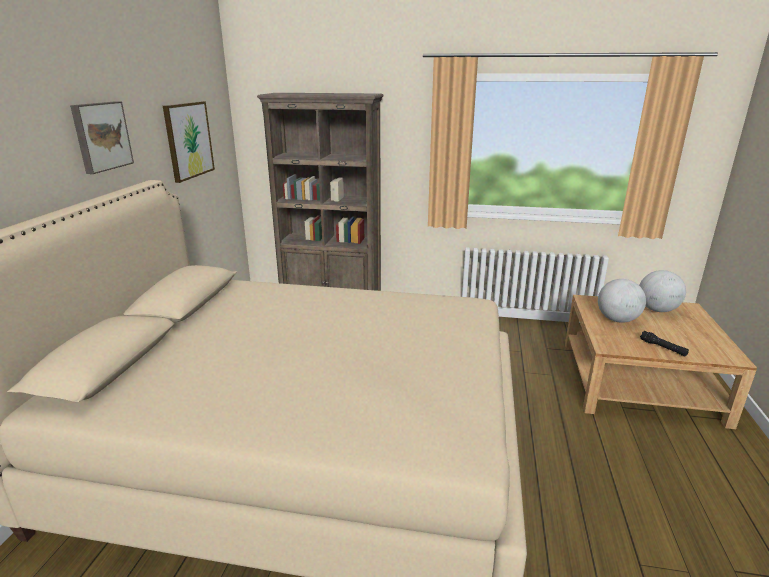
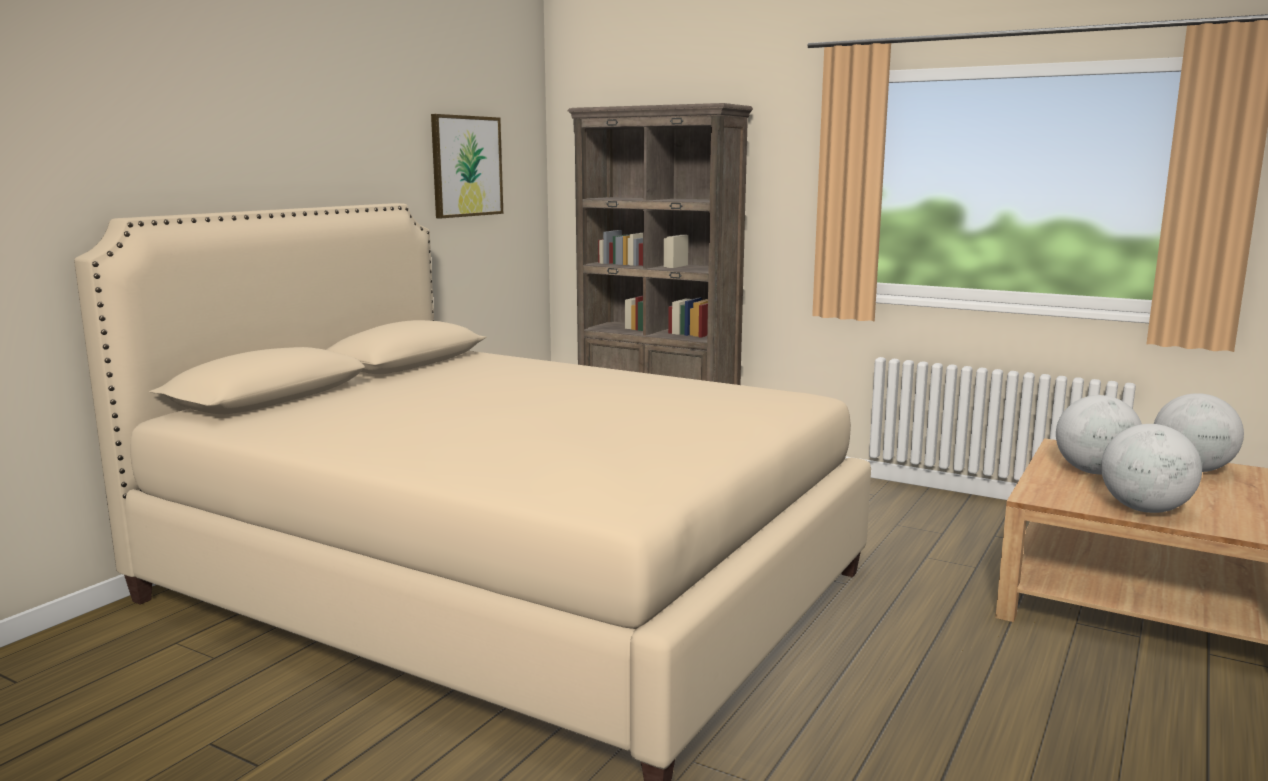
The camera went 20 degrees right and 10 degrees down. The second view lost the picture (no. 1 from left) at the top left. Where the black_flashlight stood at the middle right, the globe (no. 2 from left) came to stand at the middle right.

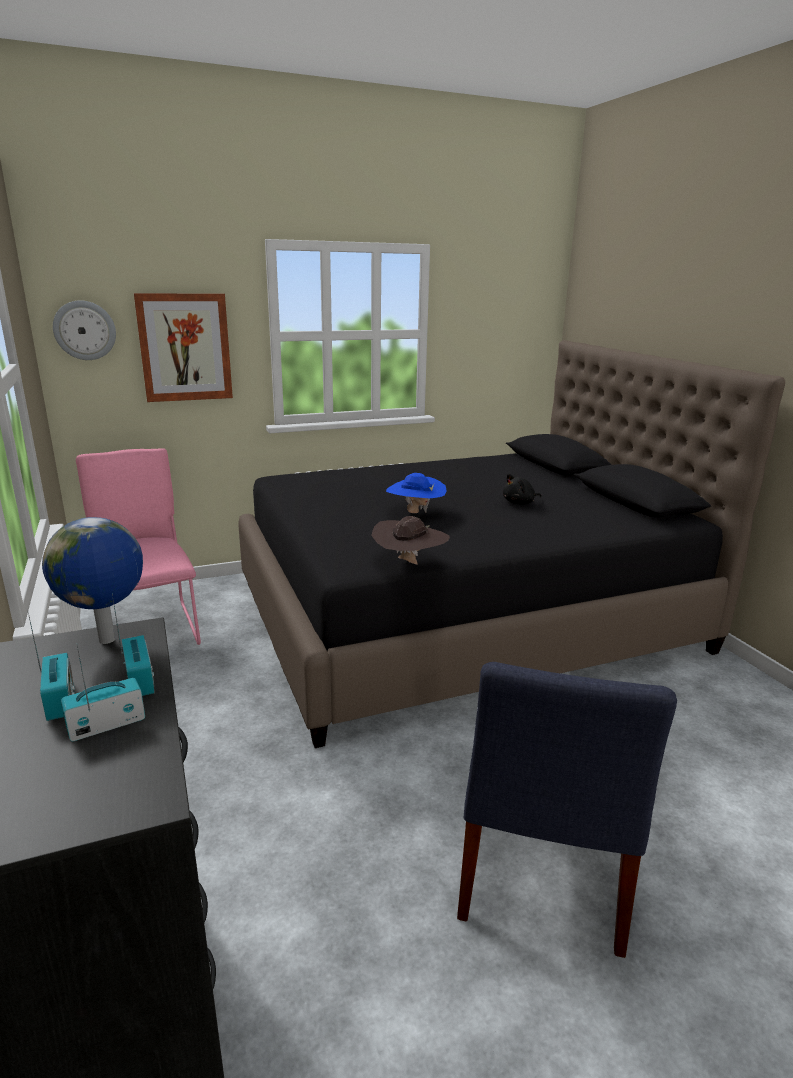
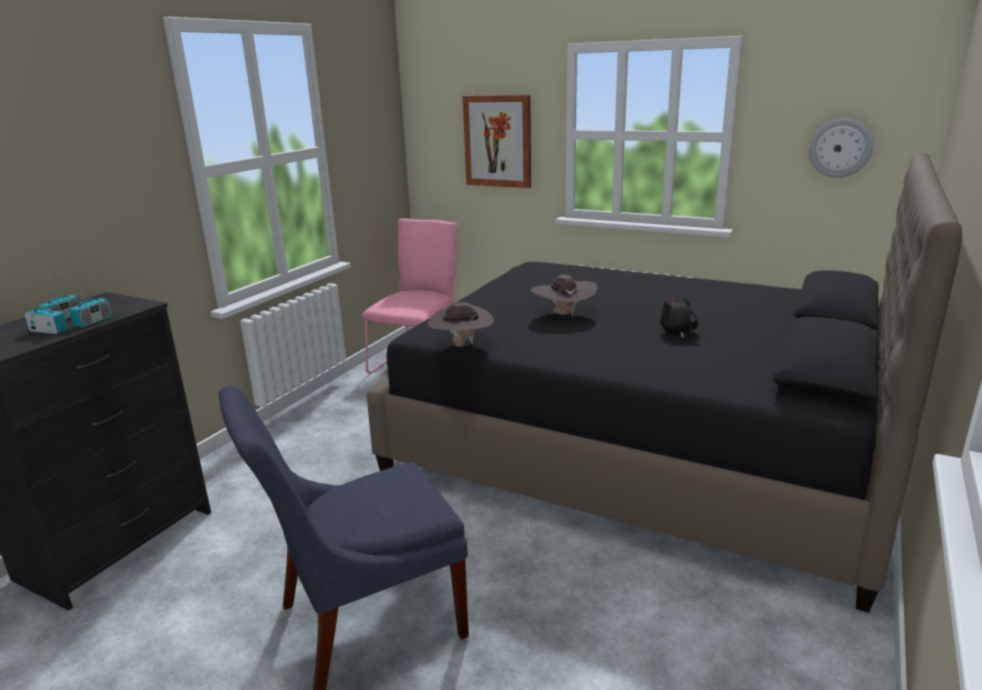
The camera went 50 degrees right and 0 degrees up. The wall_clock ended up elsewhere, having gone from the top left to the top right. What was the blue_hat at the centre turned into the brown_hat (no. 2 from left) at the centre. The black_plush_toy at the centre ended up facing another way, 45 degrees clockwise from before. The second view lost the globe at the middle left.

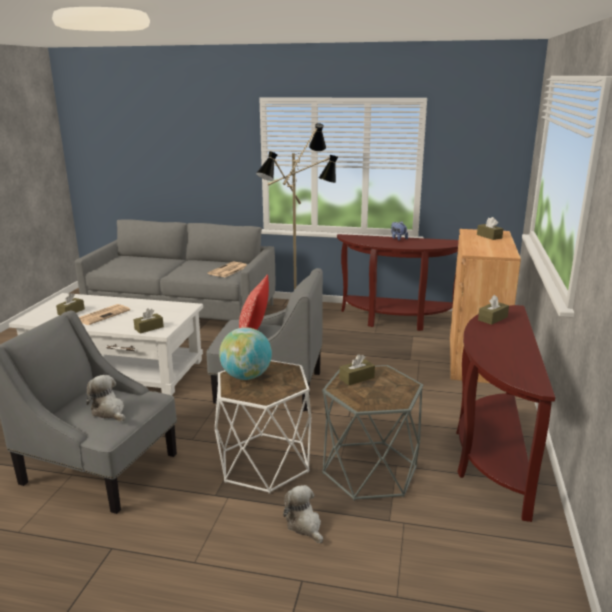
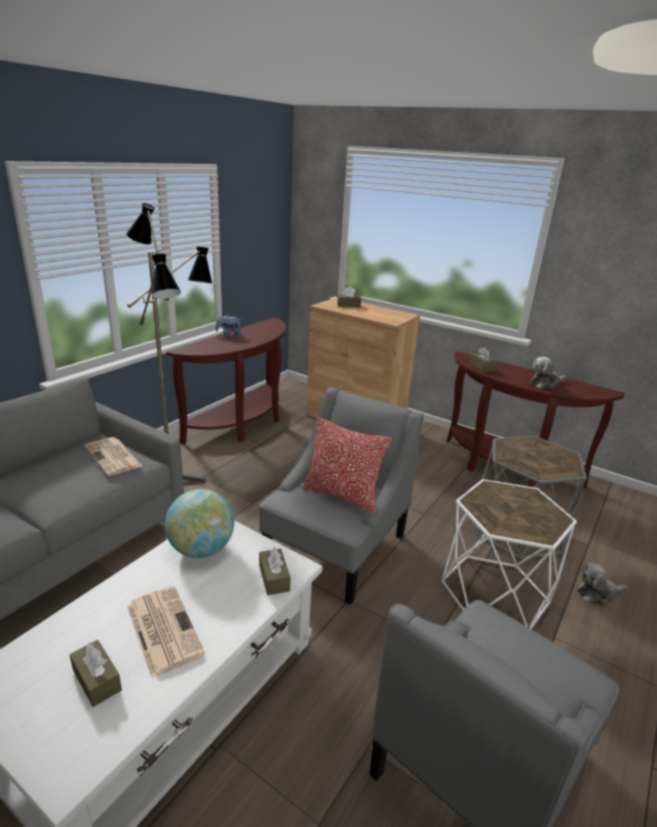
The camera went 70 degrees left and 5 degrees up. The globe ended up elsewhere, having gone from the centre to the middle left. The second view lost the brown_tissue_box (no. 3 from left) at the centre. The plush_toy (no. 1 from left in the first image) ended up elsewhere, having gone from the middle left to the middle right.

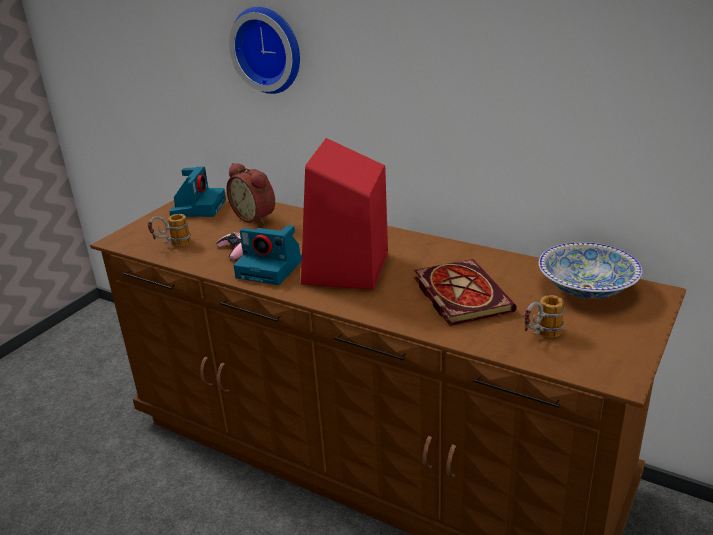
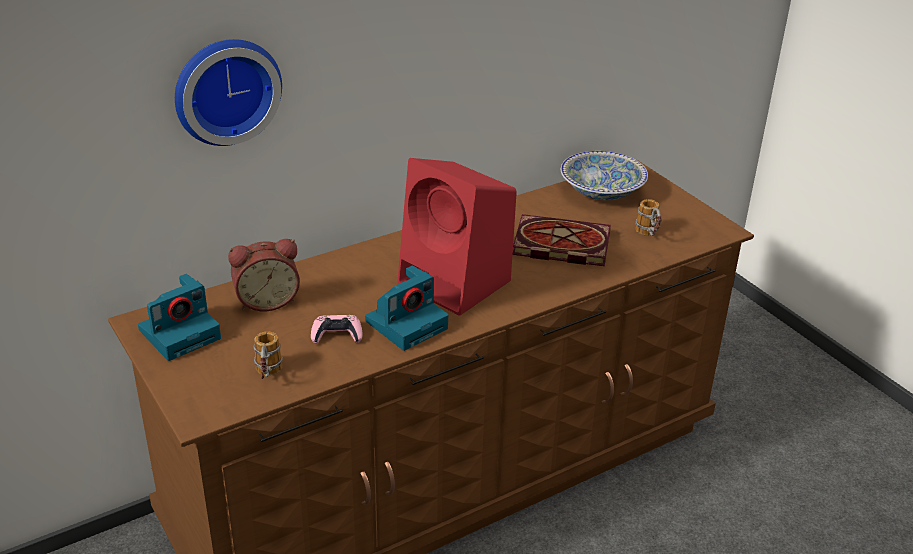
The camera went 65 degrees left and 5 degrees up. The photo_camera (no. 1 from left) at the middle left ended up facing another way, 105 degrees clockwise from before.

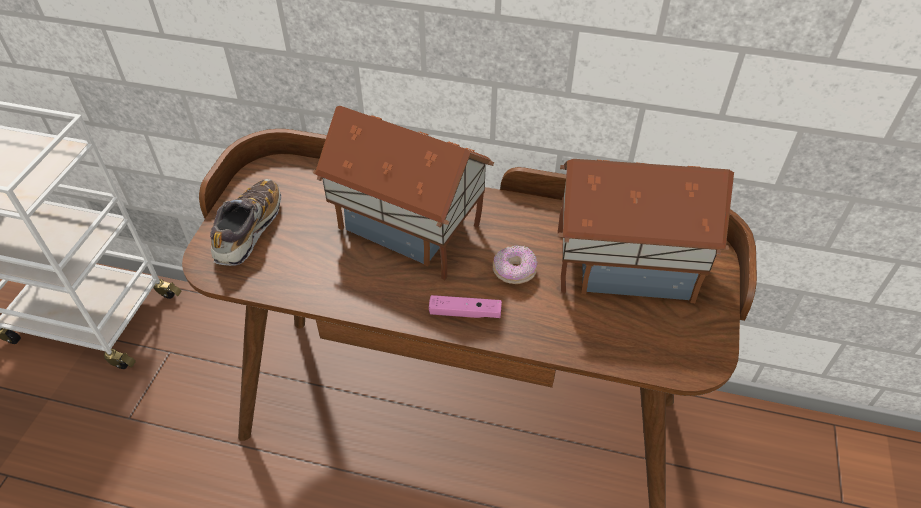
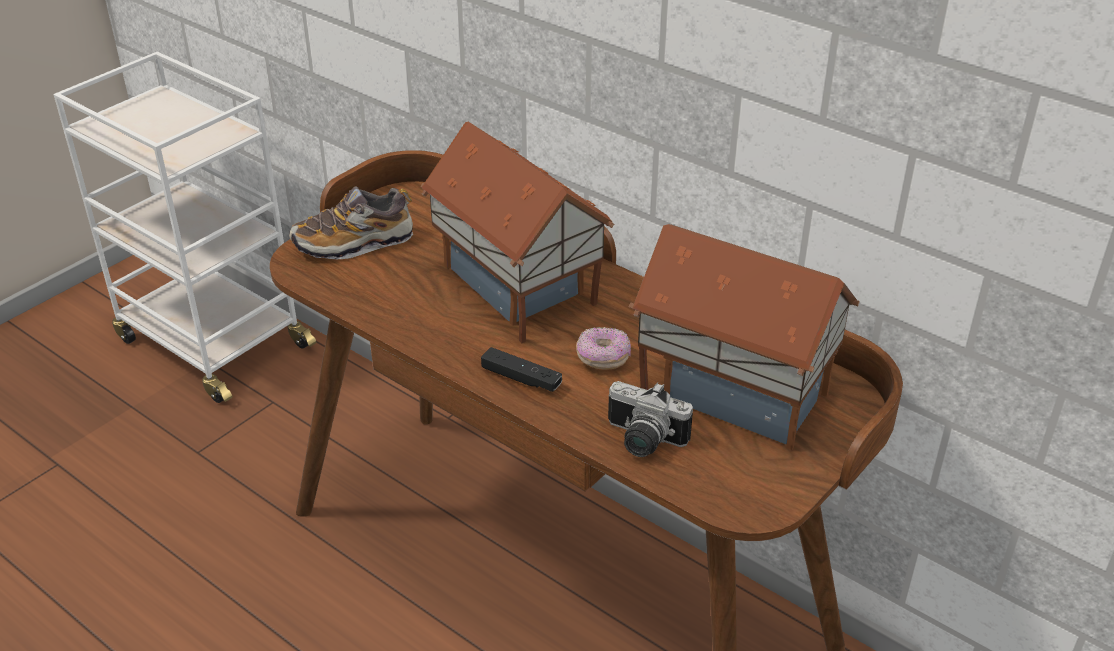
The camera went 25 degrees right and 10 degrees down. The shoe at the middle left ended up facing another way, 150 degrees counterclockwise from before. What was the pink_game_controller at the centre turned into the black_game_controller at the centre. The second view gained the photo_camera at the centre.

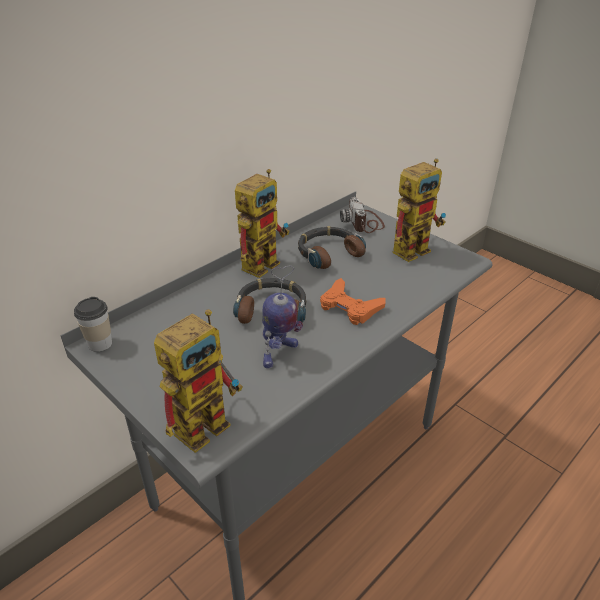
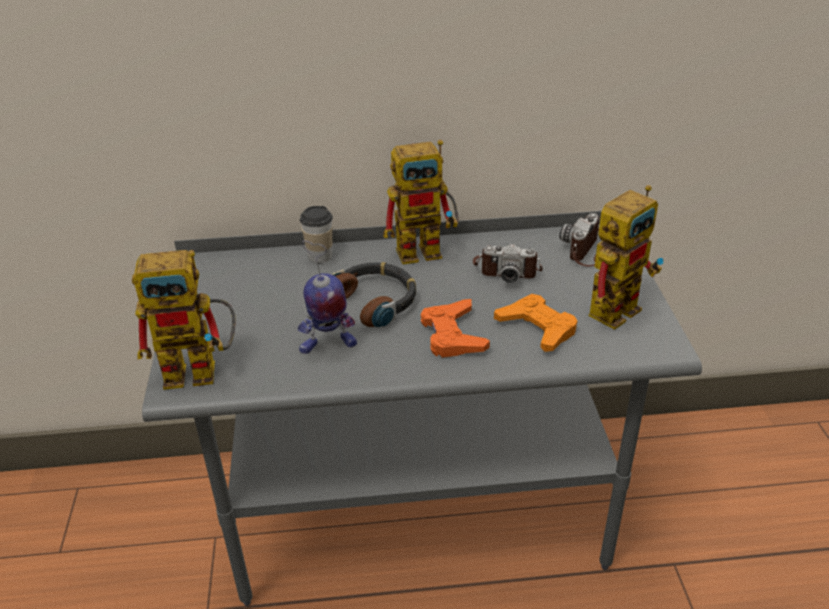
The camera went 40 degrees right and 0 degrees up. The toy_robot (no. 4 from left) at the middle right ended up facing another way, 45 degrees counterclockwise from before. Where the headphones (no. 2 from left) stood at the centre, the photo_camera (no. 1 from left) came to stand at the centre. The cup ended up elsewhere, having gone from the middle left to the centre. The second view gained the orange_game_controller (no. 2 from left) at the centre.

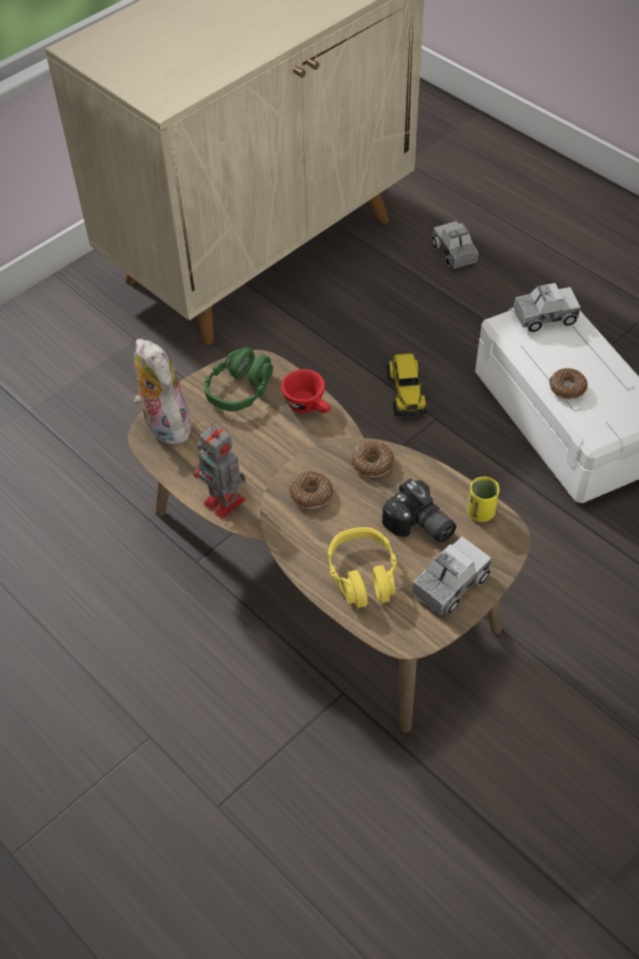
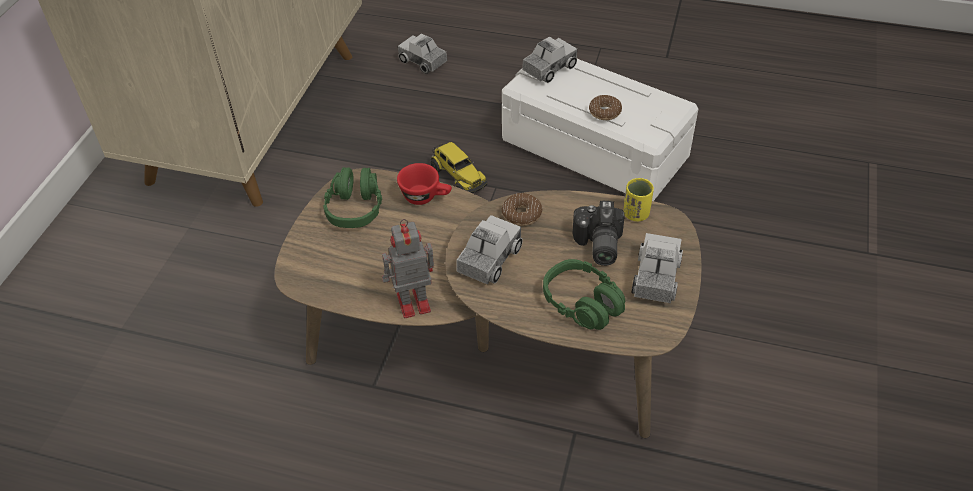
The camera went 30 degrees left and 5 degrees down. The second view lost the plush_toy at the middle left. The toy_robot at the centre ended up facing another way, 150 degrees clockwise from before. Where the donut (no. 1 from left) stood at the centre, the toy_truck (no. 3 from left) came to stand at the centre. The photo_camera at the centre ended up facing another way, 75 degrees clockwise from before. What was the yellow_headphones at the centre turned into the green_headphones (no. 2 from left) at the centre.

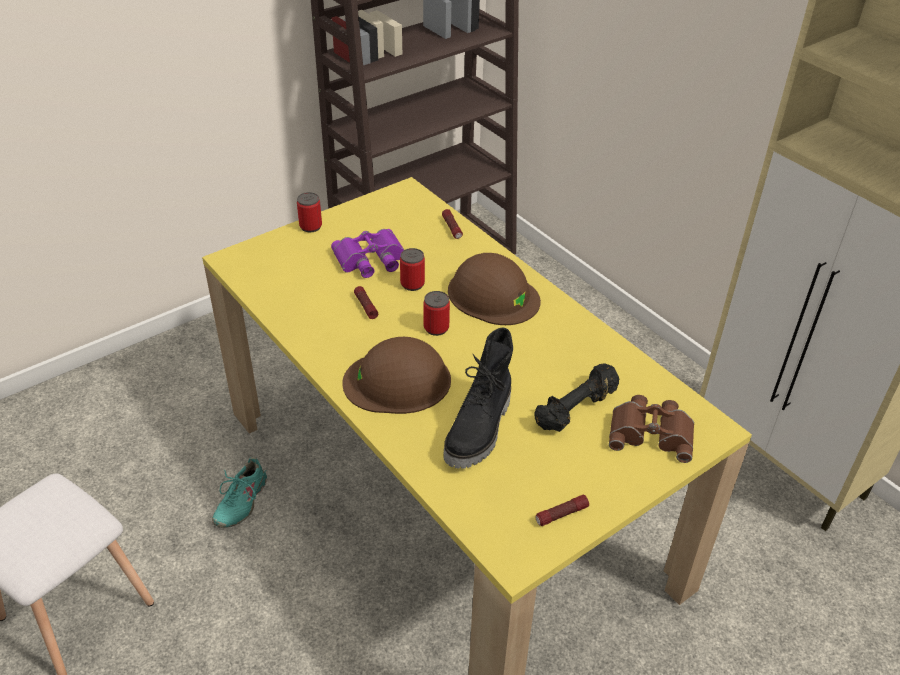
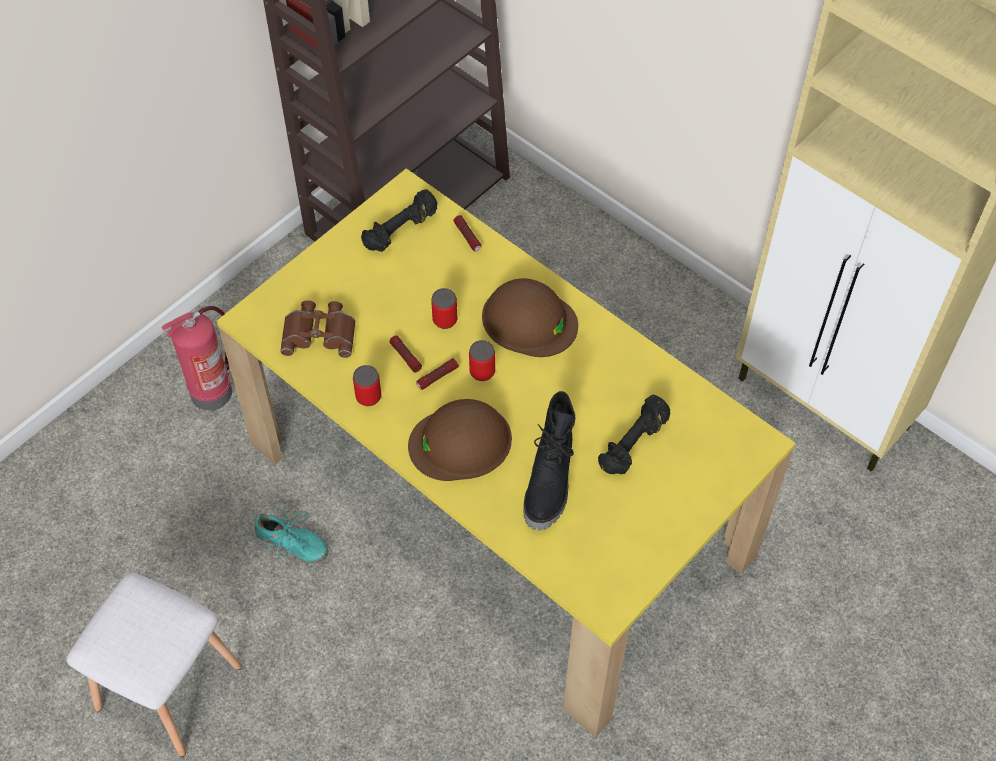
The camera went 10 degrees left and 15 degrees up. The can (no. 1 from left) ended up elsewhere, having gone from the top centre to the centre. The second view lost the purple_binoculars at the centre. The brown_binoculars ended up elsewhere, having gone from the middle right to the middle left. The turquoise_shoe at the bottom left ended up facing another way, 75 degrees counterclockwise from before. The flashlight (no. 3 from left in the first image) ended up elsewhere, having gone from the bottom centre to the centre. The second view gained the black_dumbbell (no. 1 from left) at the top centre. The second view gained the fire_extinguisher at the middle left.

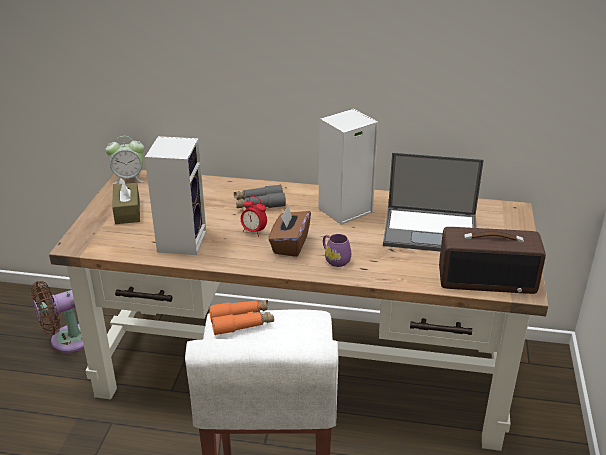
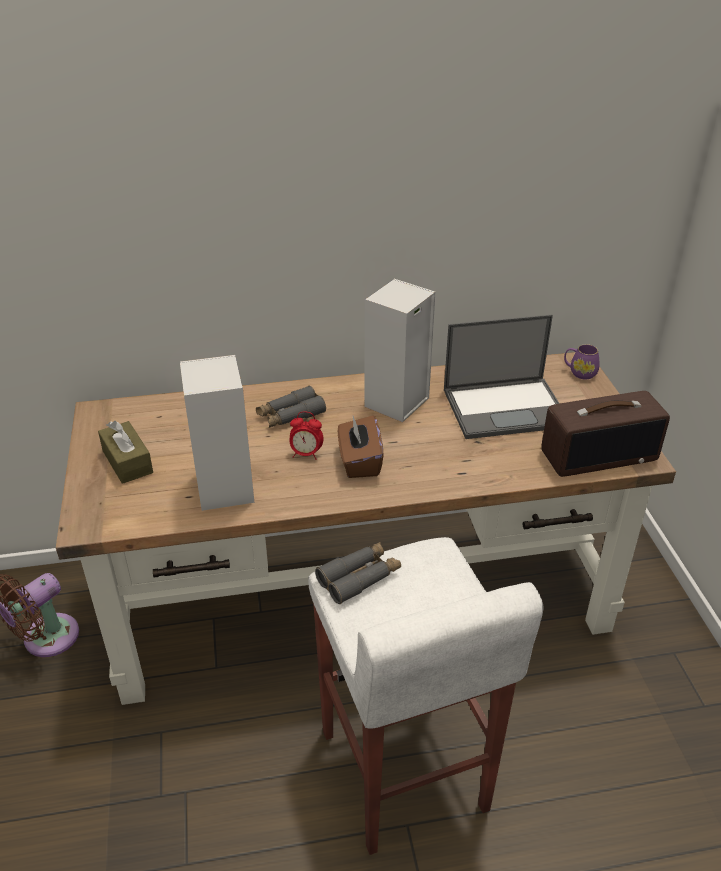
The camera went 20 degrees left and 5 degrees up. The second view lost the alarm_clock (no. 1 from left) at the middle left. The purple_mug ended up elsewhere, having gone from the centre to the middle right. What was the orange_binoculars at the bottom centre turned into the grey_binoculars (no. 2 from left) at the centre.

